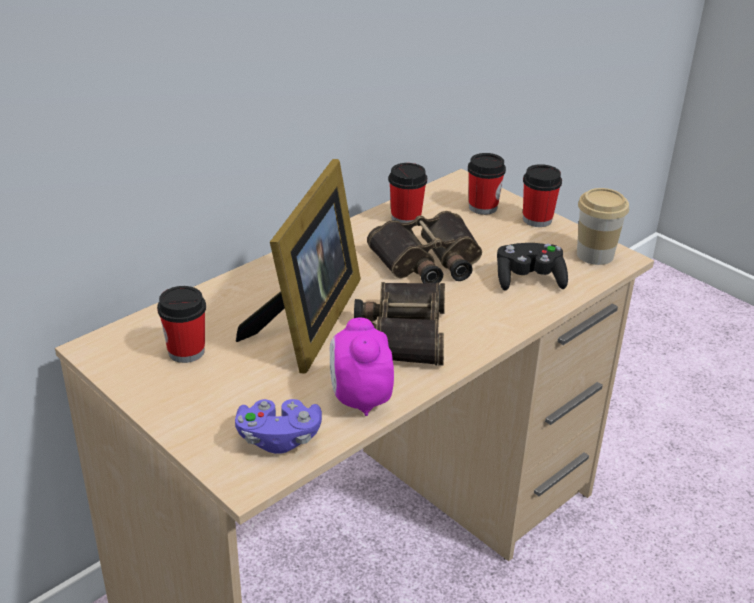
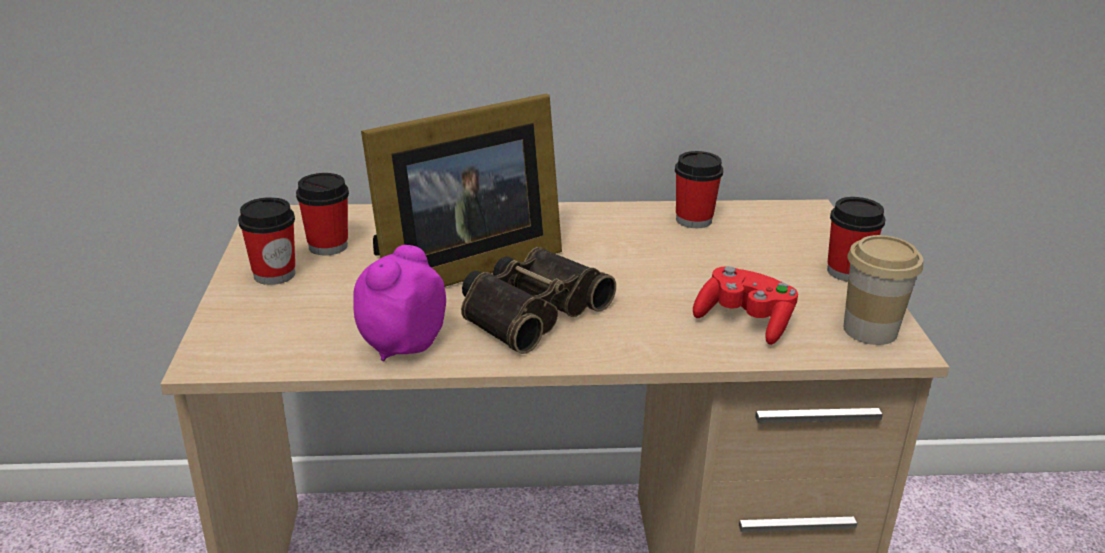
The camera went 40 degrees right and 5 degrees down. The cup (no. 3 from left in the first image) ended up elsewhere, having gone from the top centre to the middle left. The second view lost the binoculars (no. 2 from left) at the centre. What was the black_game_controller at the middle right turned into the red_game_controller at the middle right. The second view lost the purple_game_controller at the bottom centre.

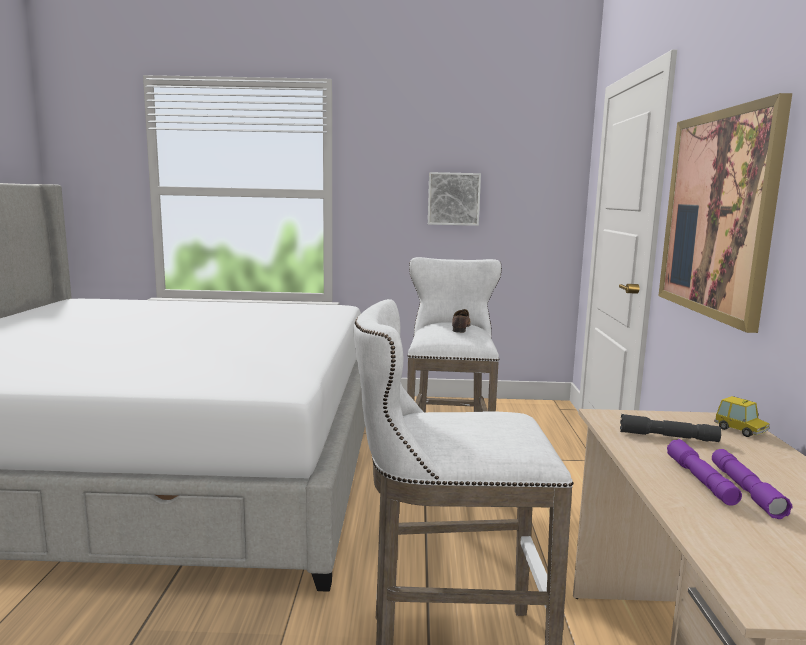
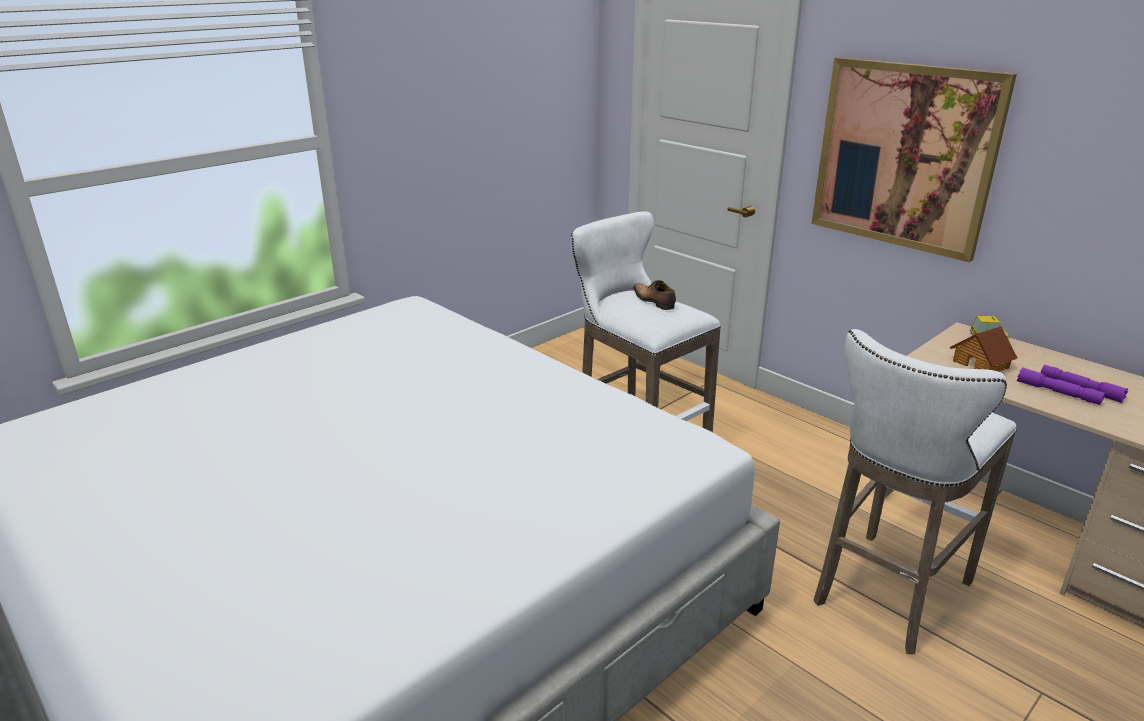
The camera went 45 degrees left and 15 degrees up. The second view lost the picture (no. 1 from left) at the top centre. Where the grey_flashlight stood at the middle right, the toy_house came to stand at the middle right.

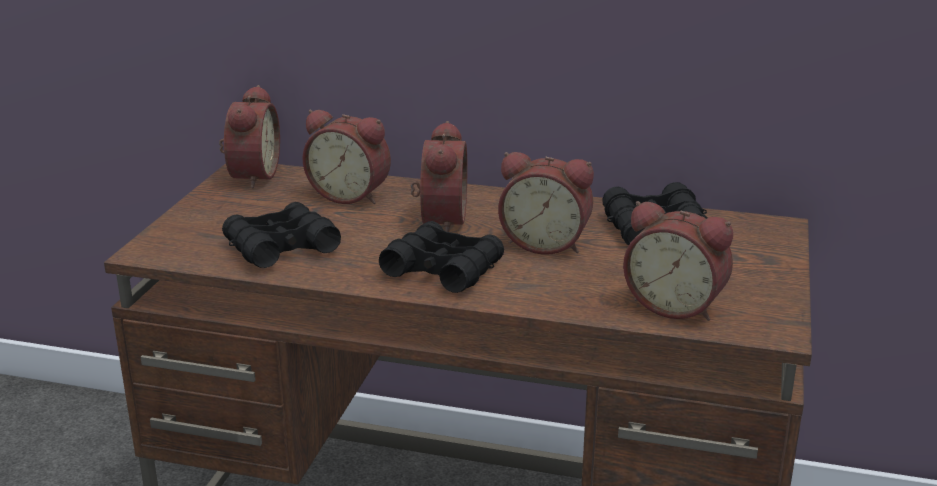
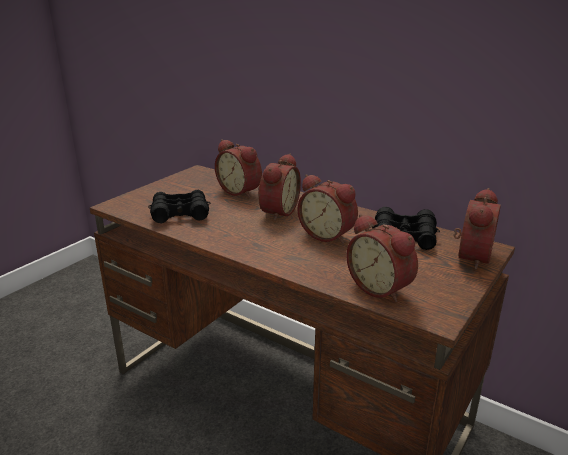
The camera went 20 degrees right and 0 degrees up. The alarm_clock (no. 1 from left in the first image) ended up elsewhere, having gone from the top left to the middle right. The second view lost the black_binoculars (no. 2 from left) at the centre.

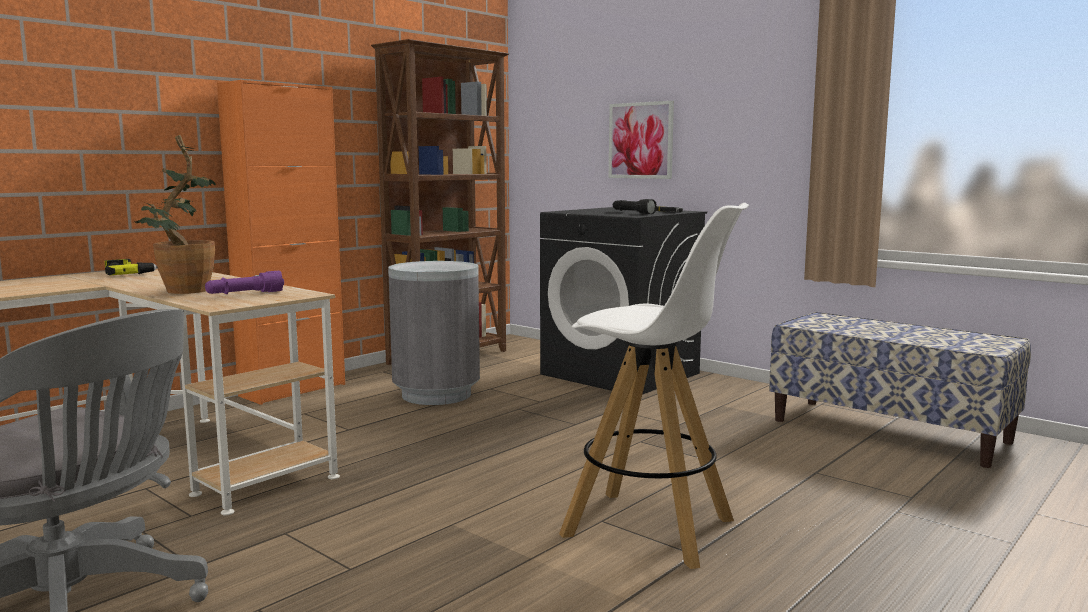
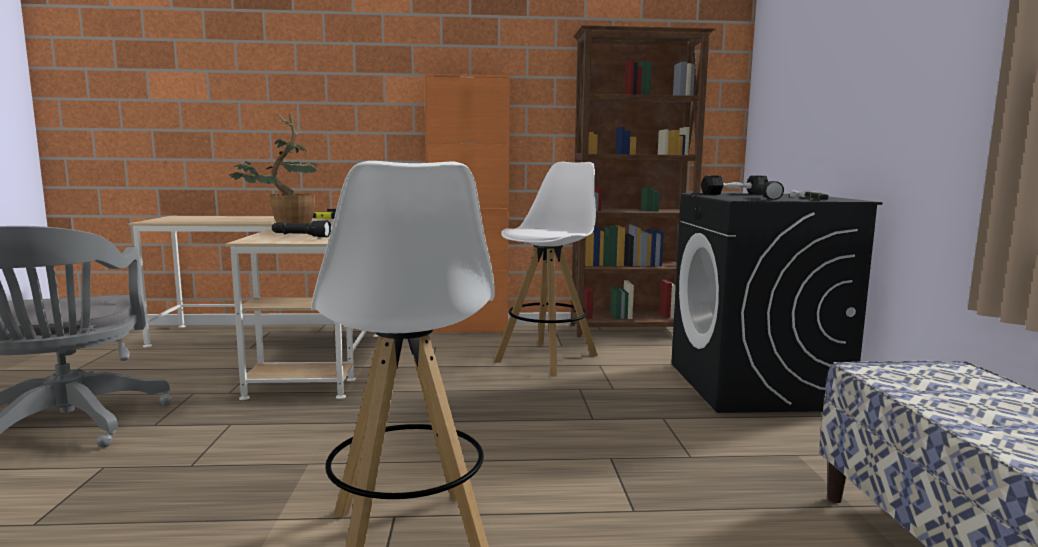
The camera went 45 degrees right and 0 degrees up. The second view lost the picture at the top centre. Where the grey_trash_can stood at the centre, the white_stool (no. 2 from left) came to stand at the centre. What was the purple_flashlight at the middle left turned into the black_flashlight (no. 1 from left) at the middle left. The second view gained the black_dumbbell at the middle right.

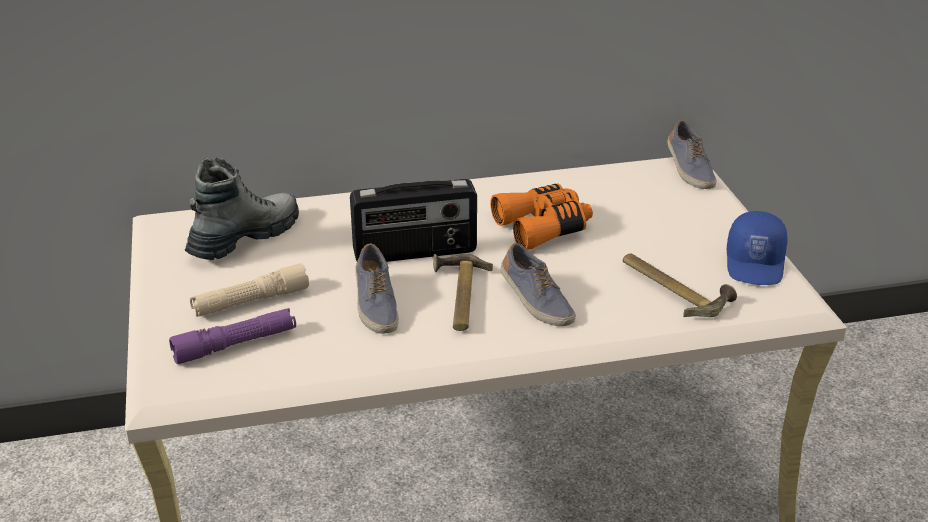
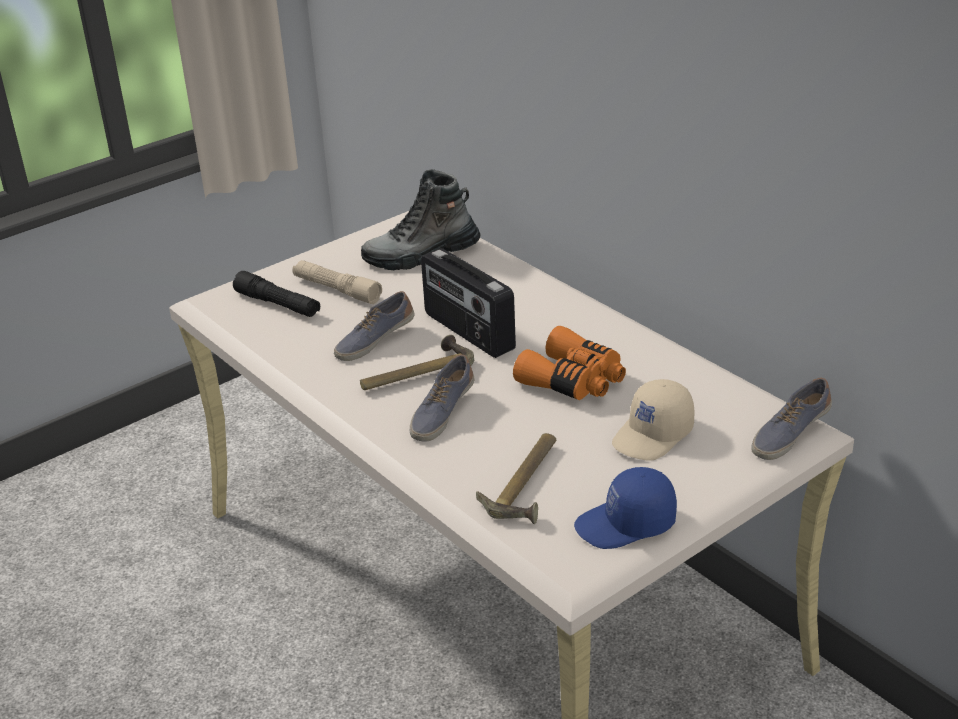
The camera went 65 degrees right and 0 degrees up. The boot at the middle left ended up facing another way, 150 degrees clockwise from before. What was the purple_flashlight at the middle left turned into the black_flashlight at the middle left. The second view gained the beige_cap at the middle right.

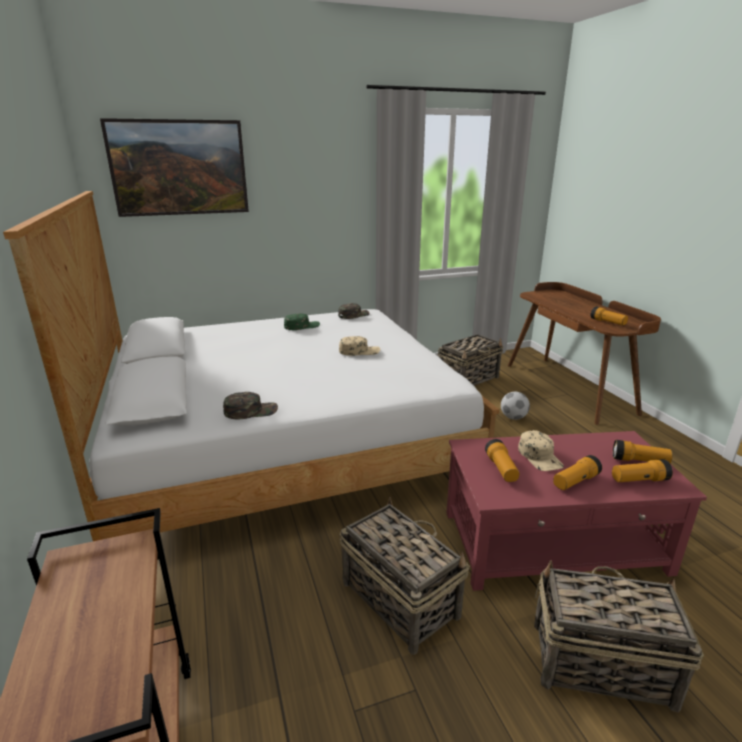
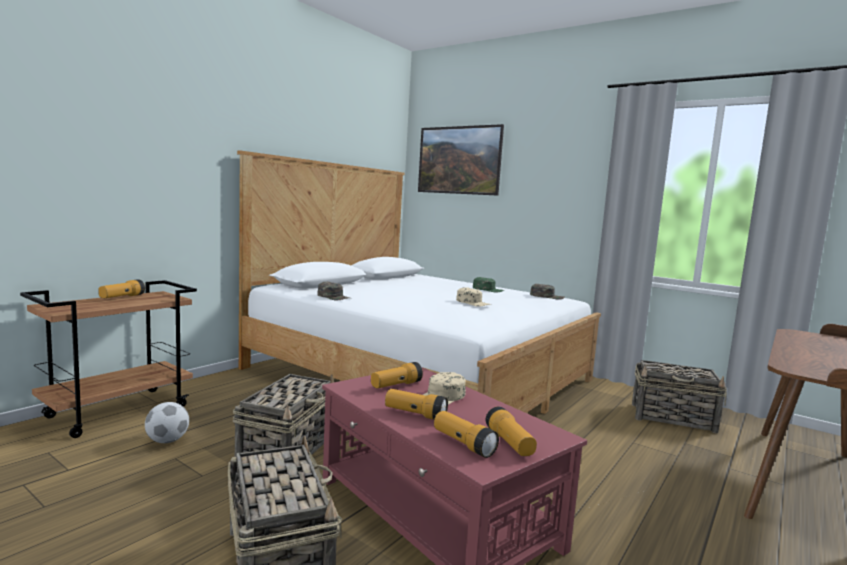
The camera went 55 degrees right and 15 degrees down. The flashlight (no. 3 from left in the first image) ended up elsewhere, having gone from the middle right to the middle left. The football ended up elsewhere, having gone from the middle right to the bottom left.

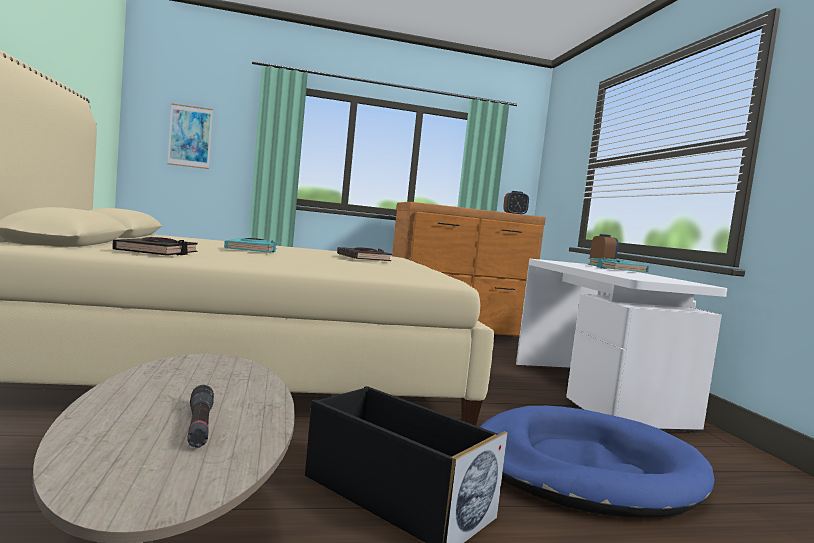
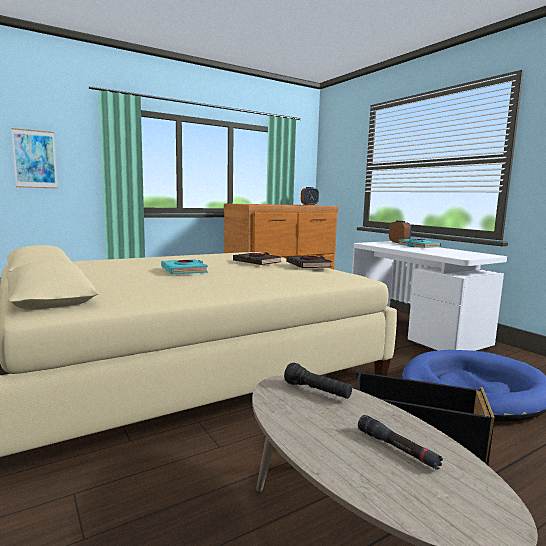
The camera went 20 degrees left and 5 degrees up. The black_book (no. 1 from left in the first image) ended up elsewhere, having gone from the middle left to the centre. The second view gained the black_flashlight (no. 1 from left) at the bottom centre.

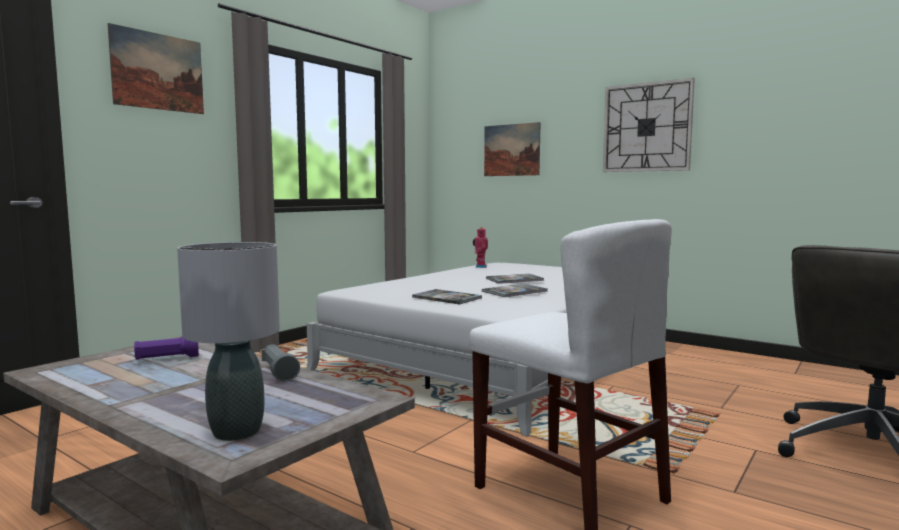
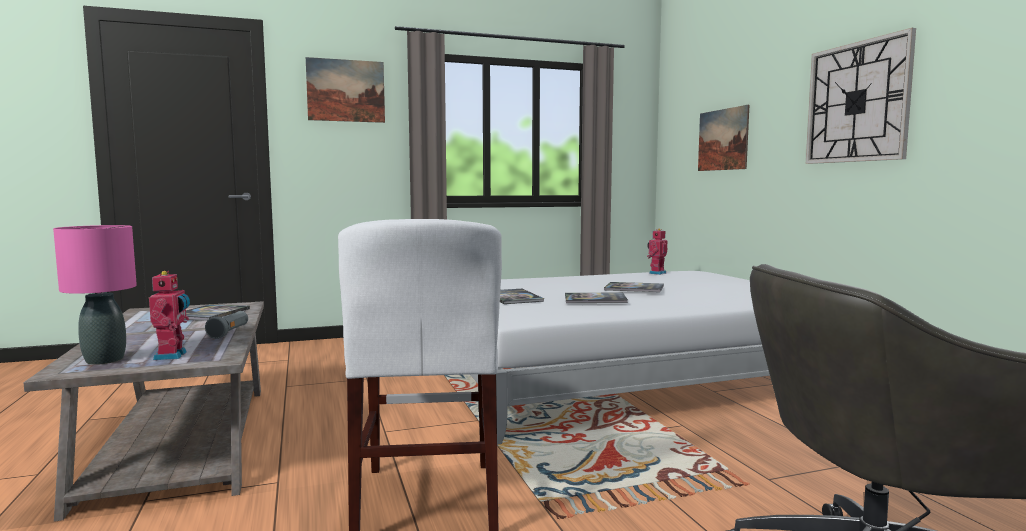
The camera went 35 degrees right and 0 degrees up. What was the grey_table_lamp at the middle left turned into the pink_table_lamp at the middle left. Where the purple_flashlight stood at the middle left, the book (no. 1 from left) came to stand at the middle left. The second view gained the toy_robot (no. 1 from left) at the middle left.

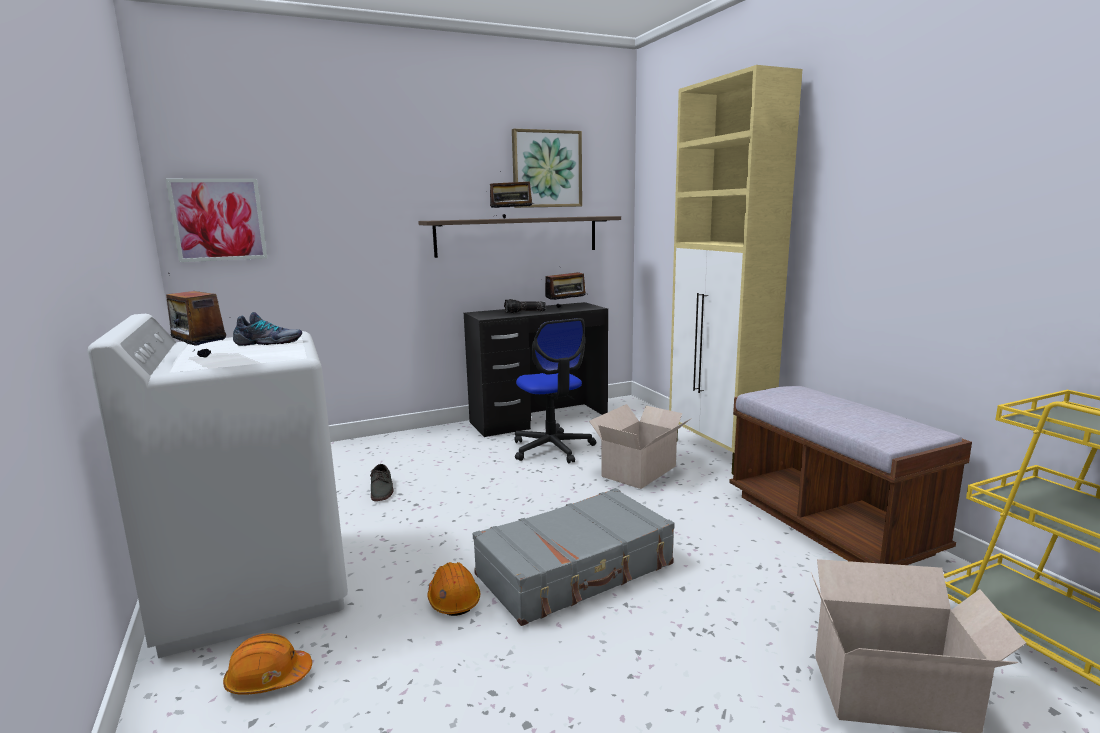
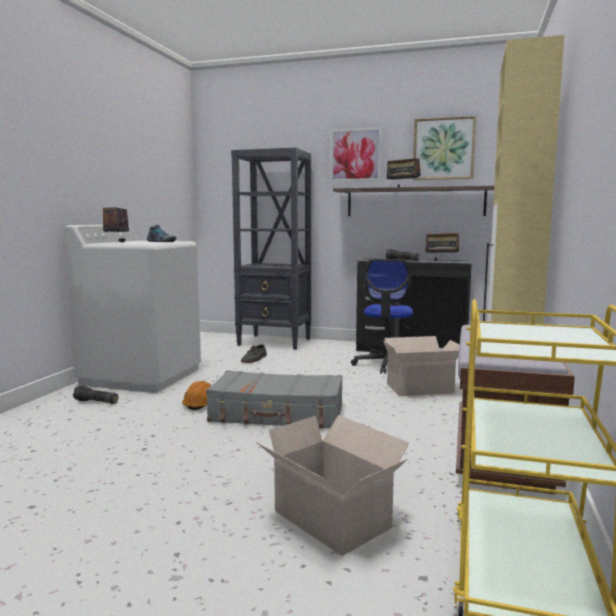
The camera went 40 degrees right and 5 degrees down. The picture (no. 1 from left) ended up elsewhere, having gone from the top left to the top centre. Where the orange_hard_hat (no. 1 from left) stood at the bottom left, the flashlight (no. 1 from left) came to stand at the middle left. The second view gained the black_bookcase at the centre.

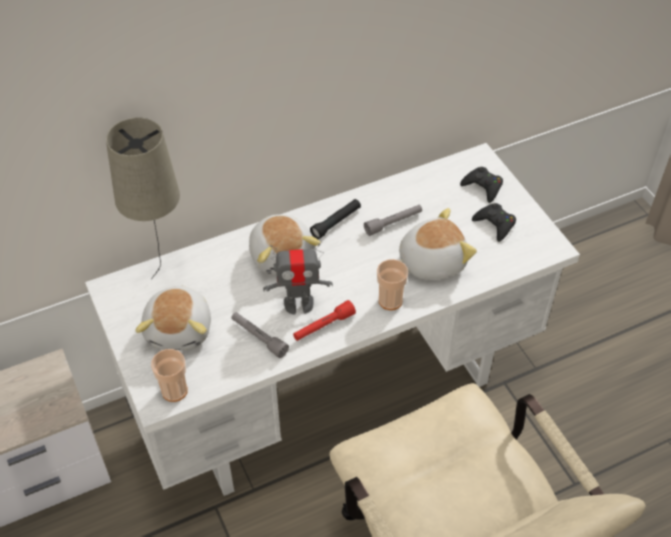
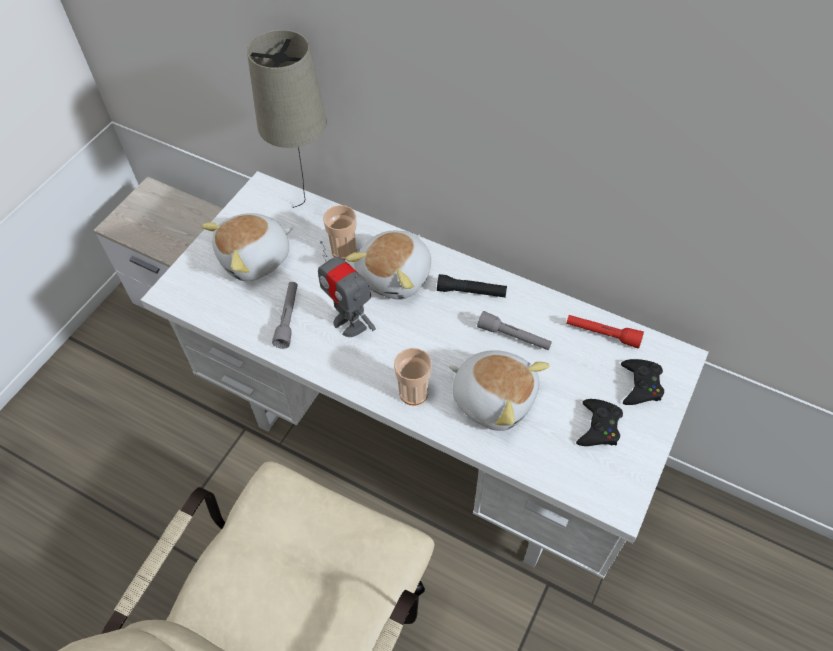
The camera went 55 degrees right and 5 degrees up. The red_flashlight ended up elsewhere, having gone from the centre to the middle right. The cup (no. 1 from left) ended up elsewhere, having gone from the bottom left to the centre.

